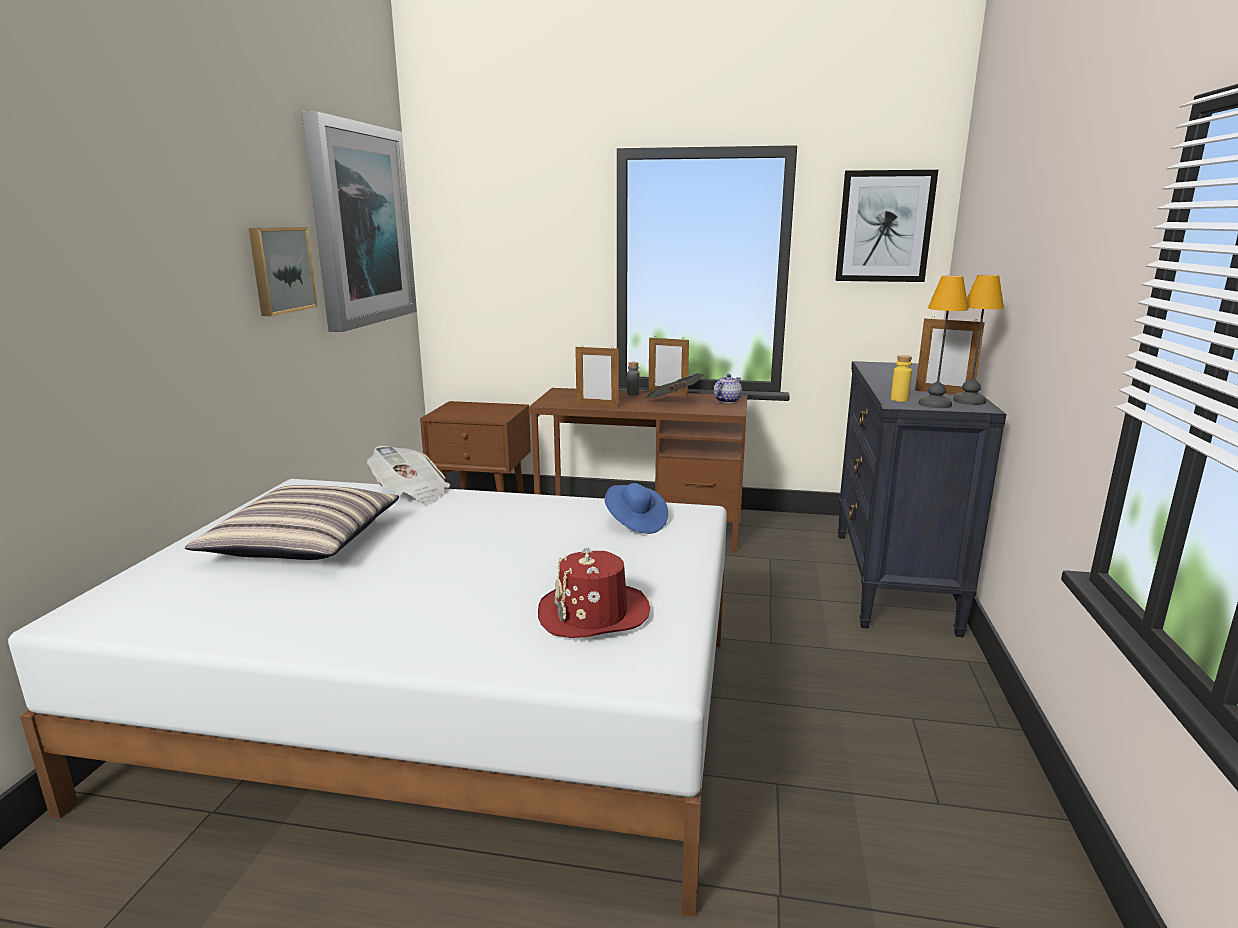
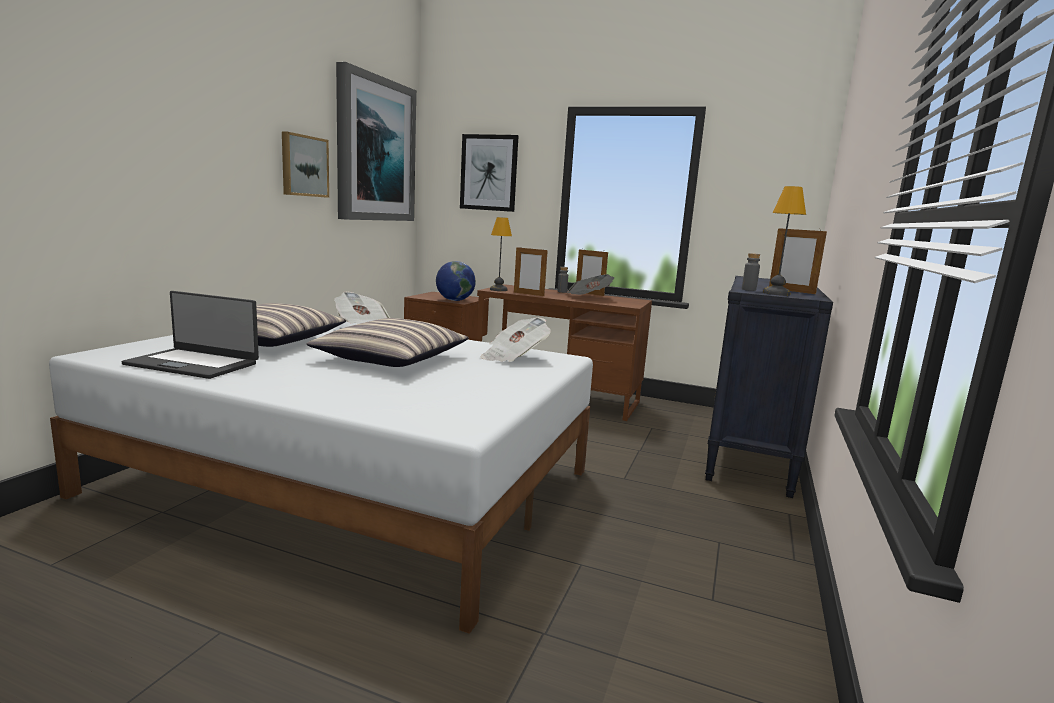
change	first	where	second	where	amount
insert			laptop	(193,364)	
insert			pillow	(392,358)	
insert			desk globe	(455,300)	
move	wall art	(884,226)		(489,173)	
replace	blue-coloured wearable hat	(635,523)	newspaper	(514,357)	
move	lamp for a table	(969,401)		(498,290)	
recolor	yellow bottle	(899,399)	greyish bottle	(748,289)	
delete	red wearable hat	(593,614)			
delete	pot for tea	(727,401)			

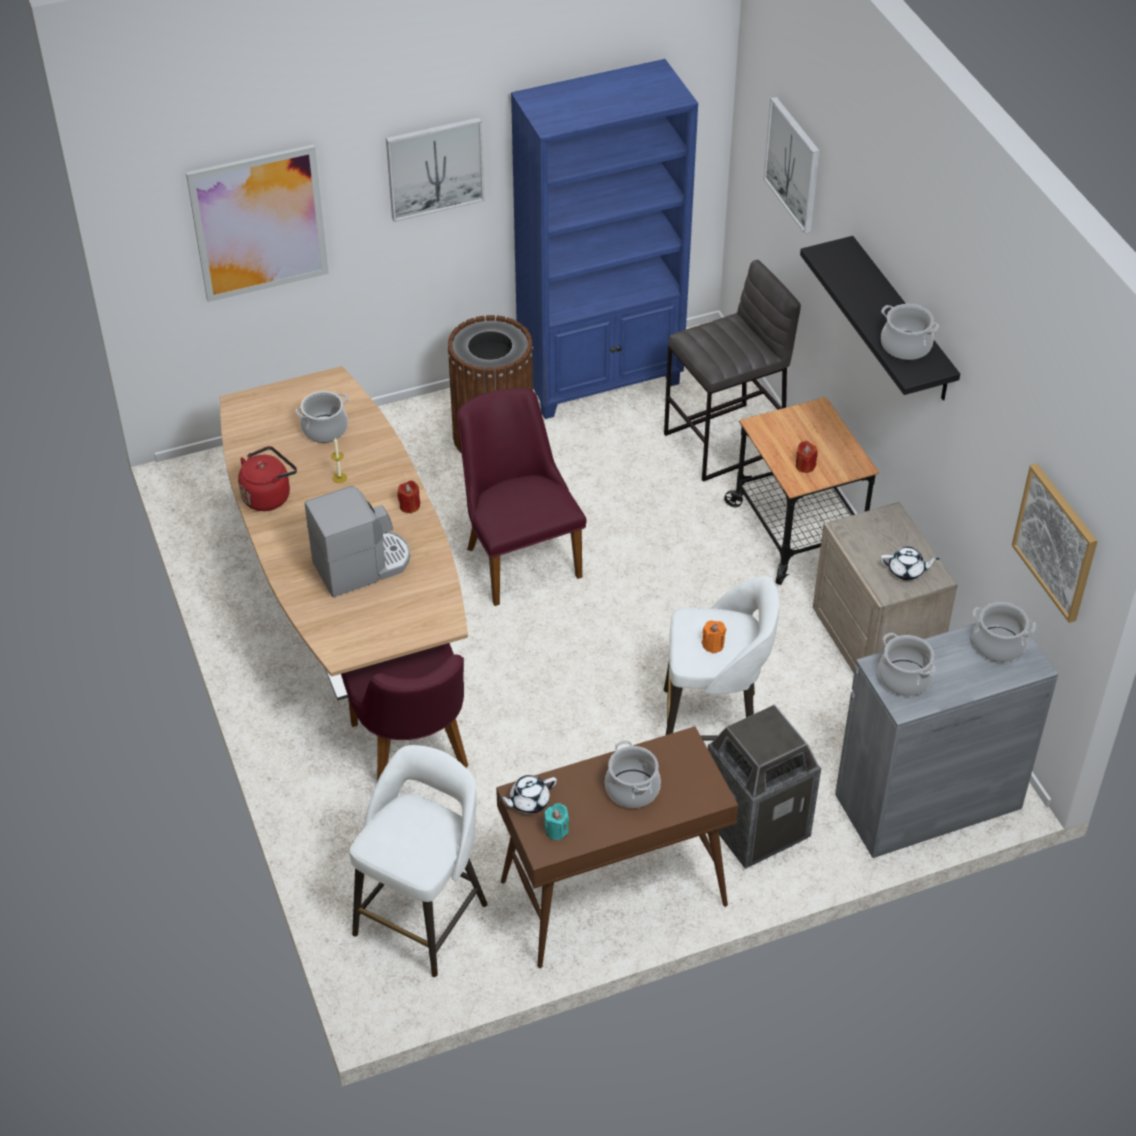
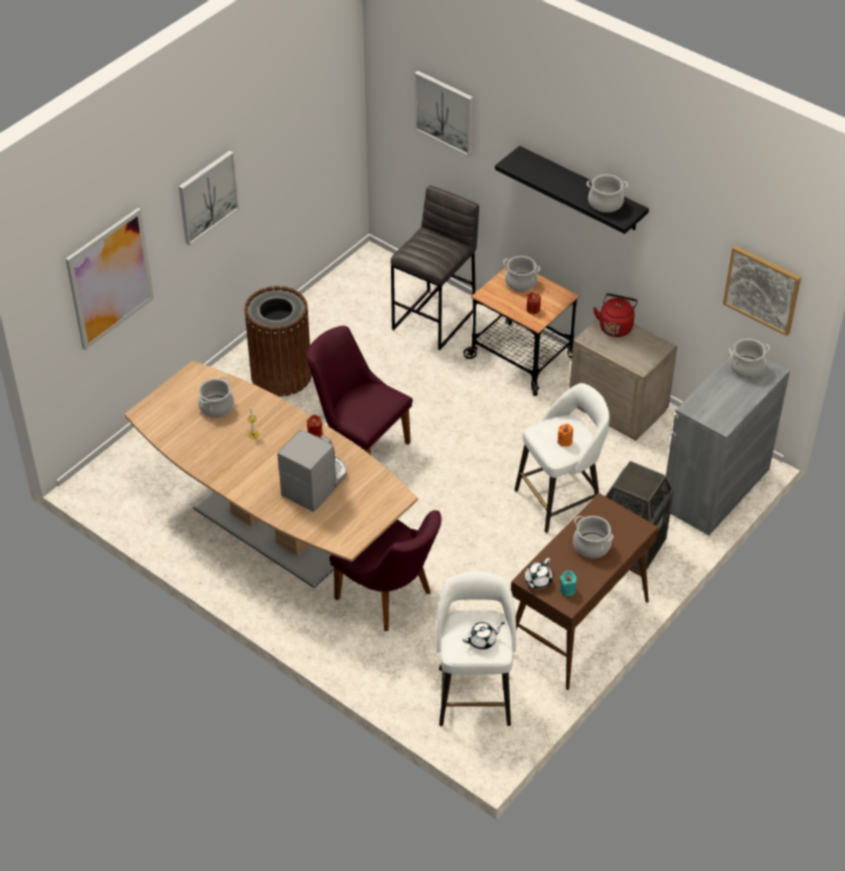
change	first	where	second	where	amount
move	white-coloured pot for tea	(906,571)		(482,640)	
move	cooking pot	(905,678)		(520,282)	
move	red tea kettle	(268,495)		(615,326)	
delete	blue-coloured shelving unit	(601,380)			

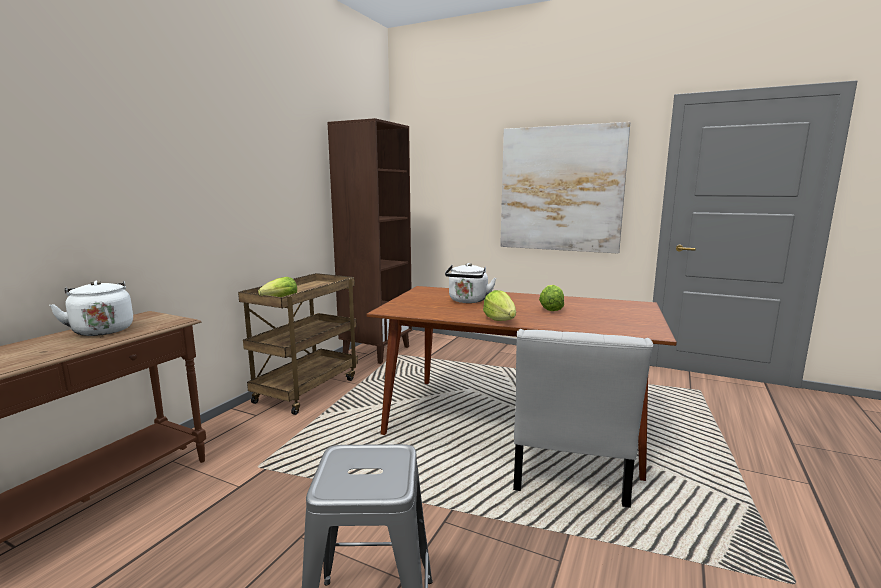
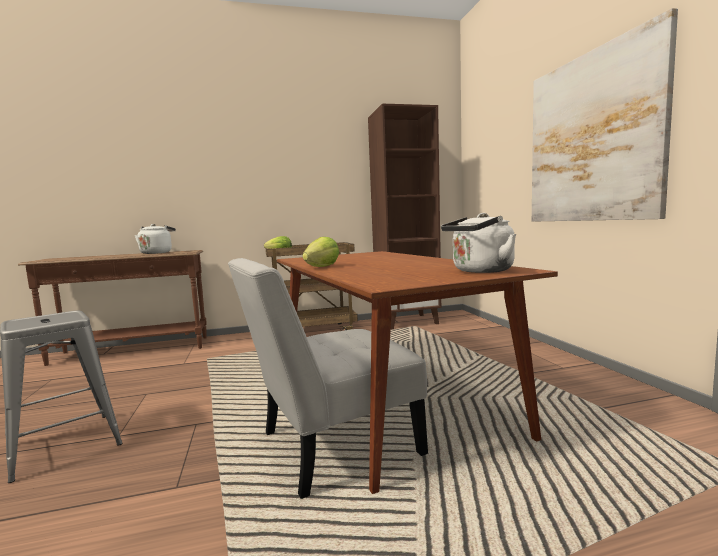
change	first	where	second	where	amount
move	white-coloured tea kettle	(468,301)		(480,271)	
delete	lettuce	(551,309)			

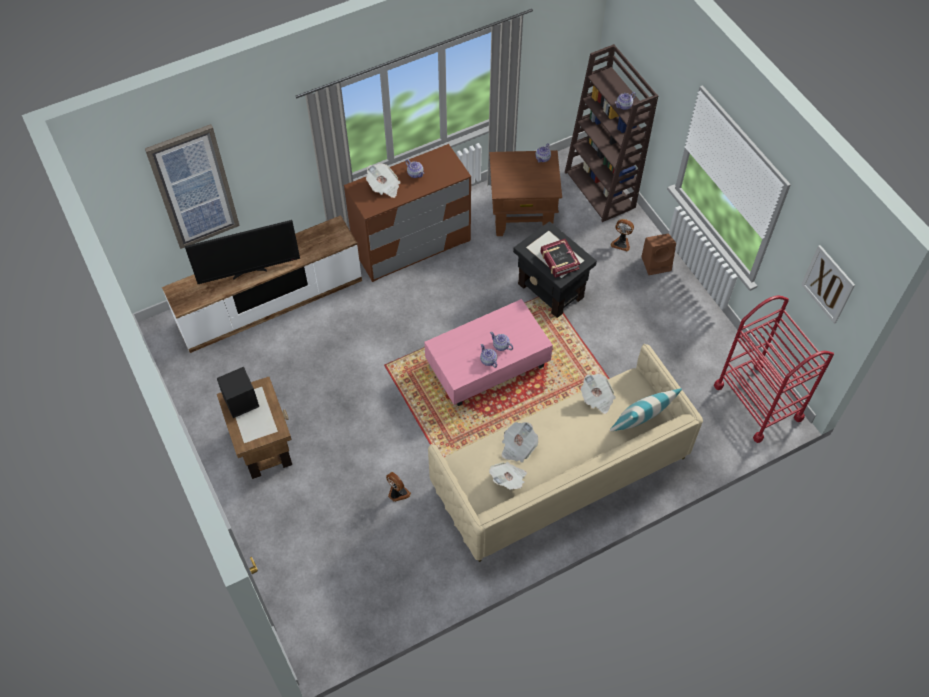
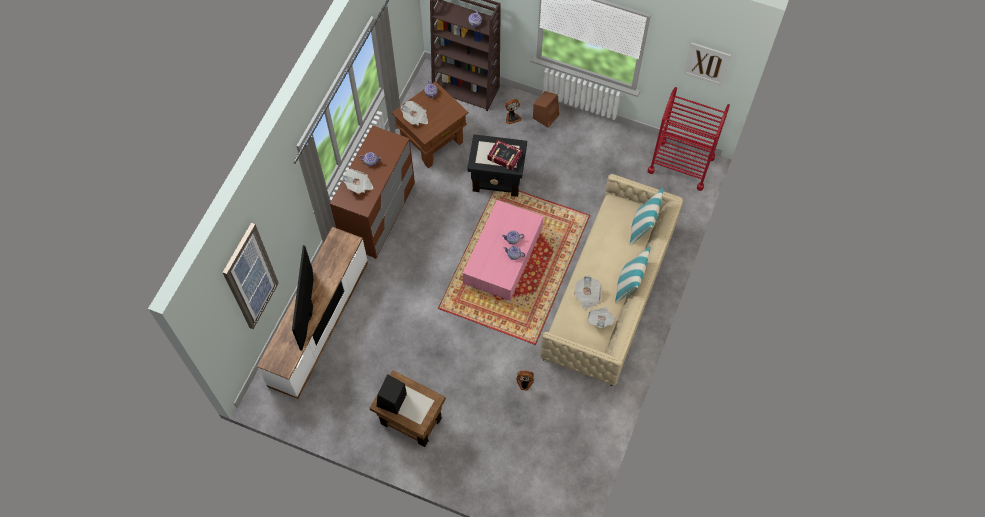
change	first	where	second	where	amount
rotate	TV set	(249,272)		(309,311)	150 degrees clockwise
move	newspaper	(597,398)		(415,118)	
insert			pillow	(629,284)	

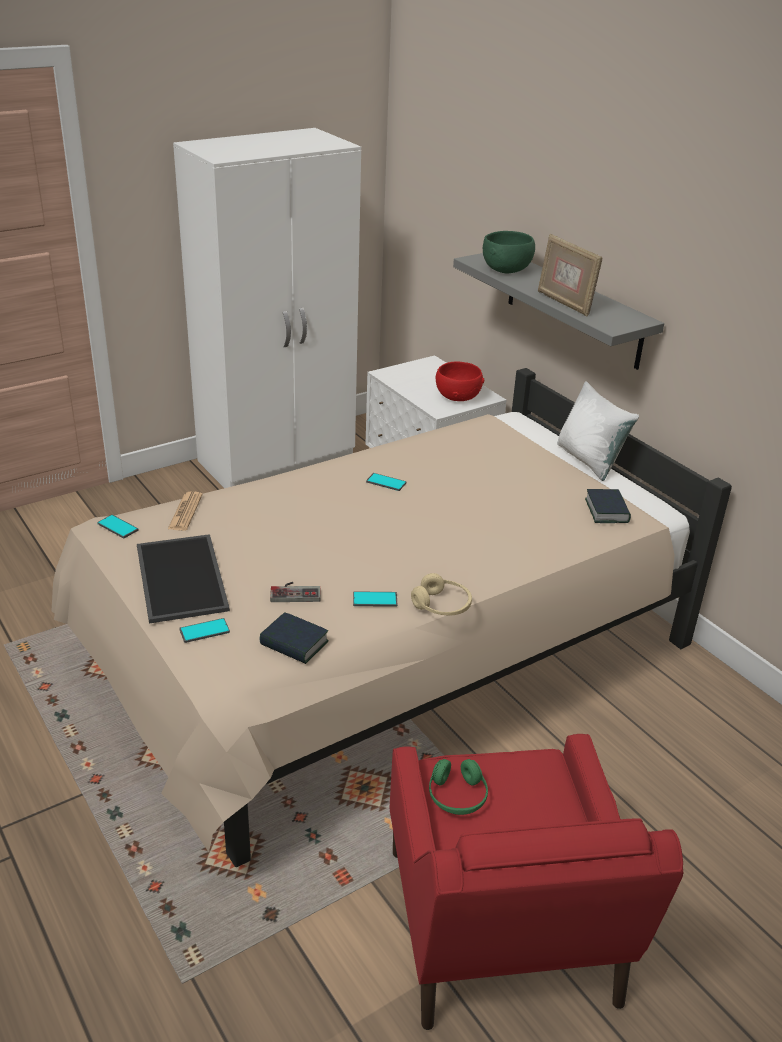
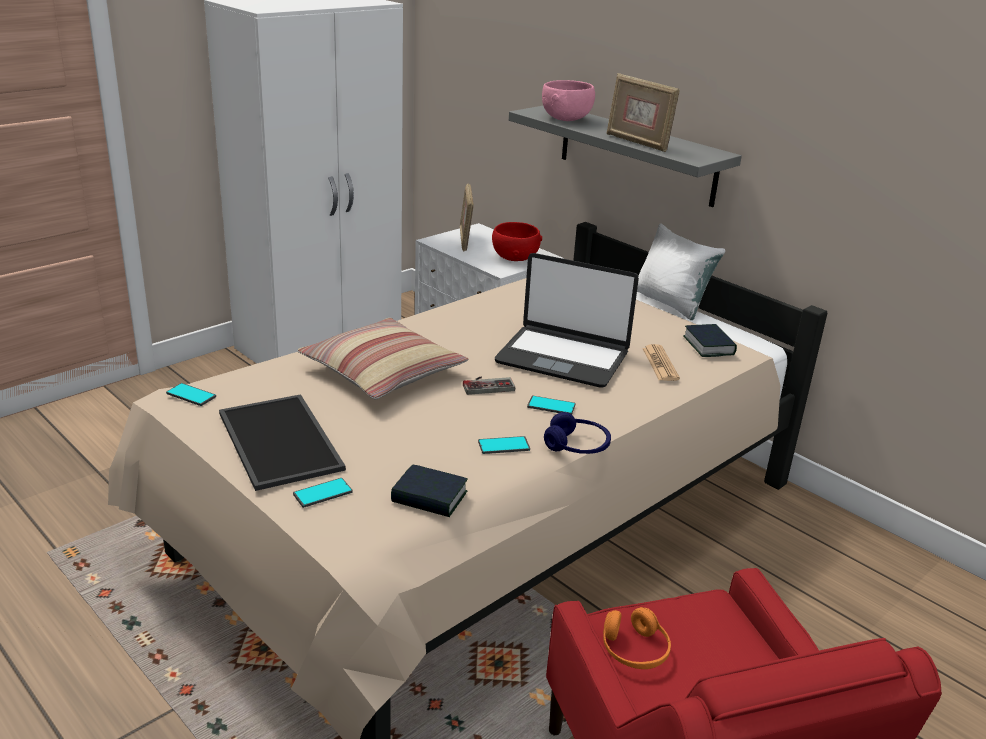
change	first	where	second	where	amount
insert			pillow	(383,372)	
insert			picture frame	(465,240)	
move	game controller	(295,592)		(487,385)	
insert			laptop	(563,357)	
move	telephone	(386,482)		(551,406)	
recolor	greenish bowl	(507,270)	pinkish bowl	(566,119)	
recolor	beige-coloured headset	(442,606)	blue-coloured headset	(577,446)	
recolor	greenish headset	(457,796)	orangey headset	(634,650)	
move	newspaper	(185,512)		(660,364)	

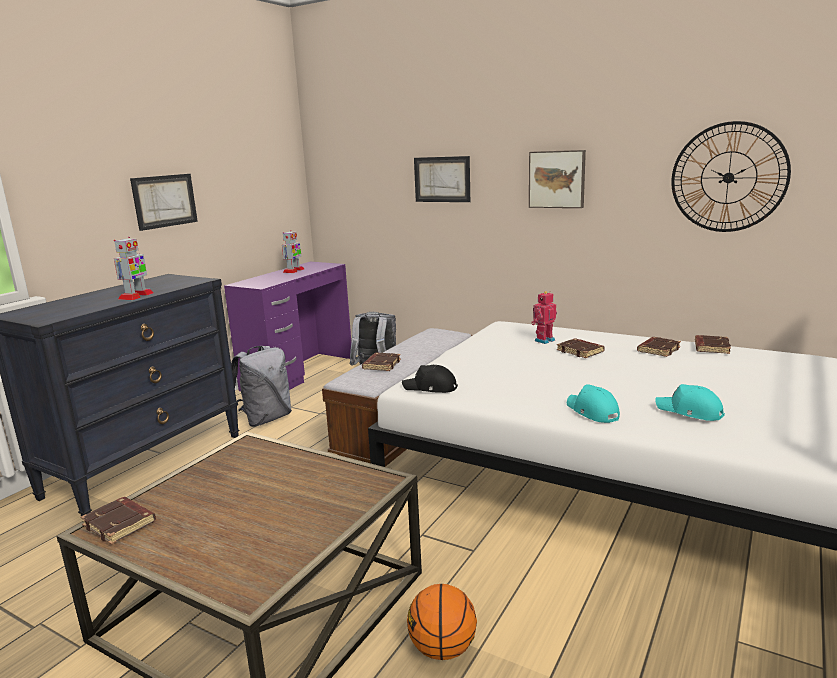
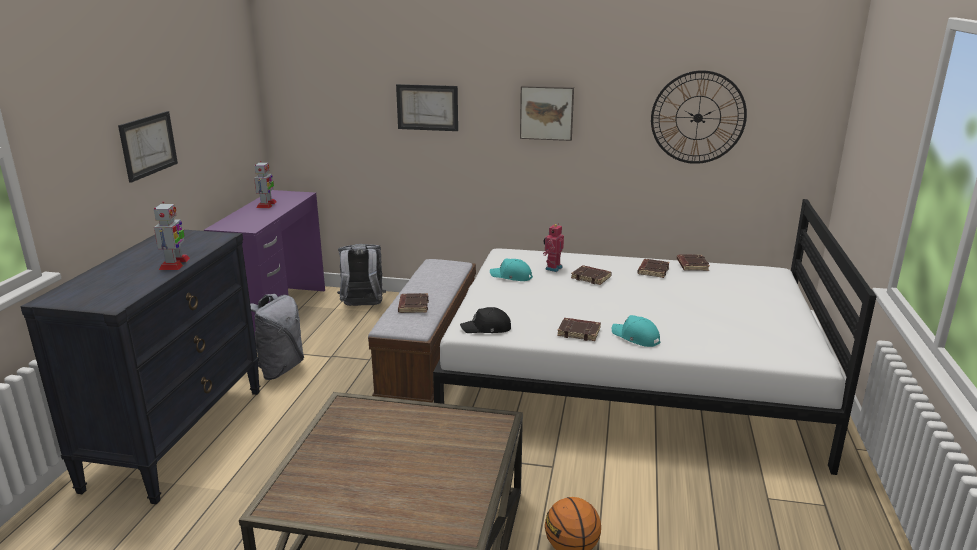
change	first	where	second	where	amount
move	turquoise-coloured cap	(689,411)		(511,276)	
move	brownish bound book	(121,524)		(579,332)	

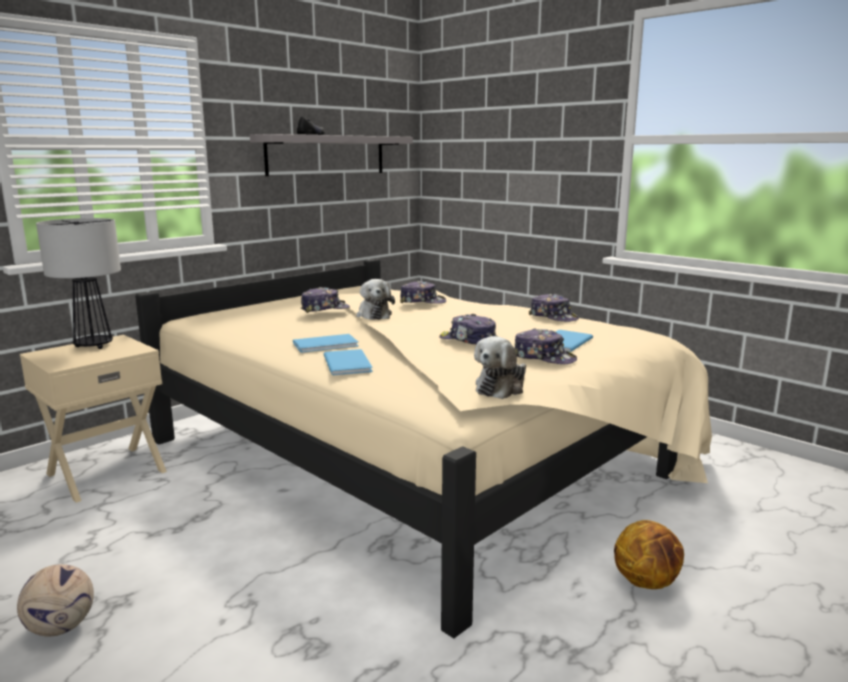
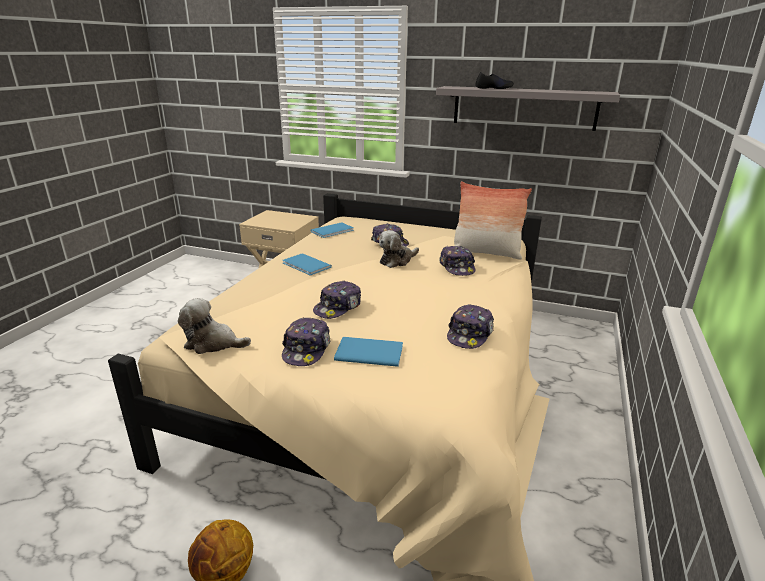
change	first	where	second	where	amount
move	blue-coloured bound book	(349,363)		(334,231)	
rotate	cap	(468,340)		(338,307)	150 degrees counterclockwise
insert			pillow	(486,253)	
delete	football ball	(60,628)			
delete	lamp for a table	(93,345)			

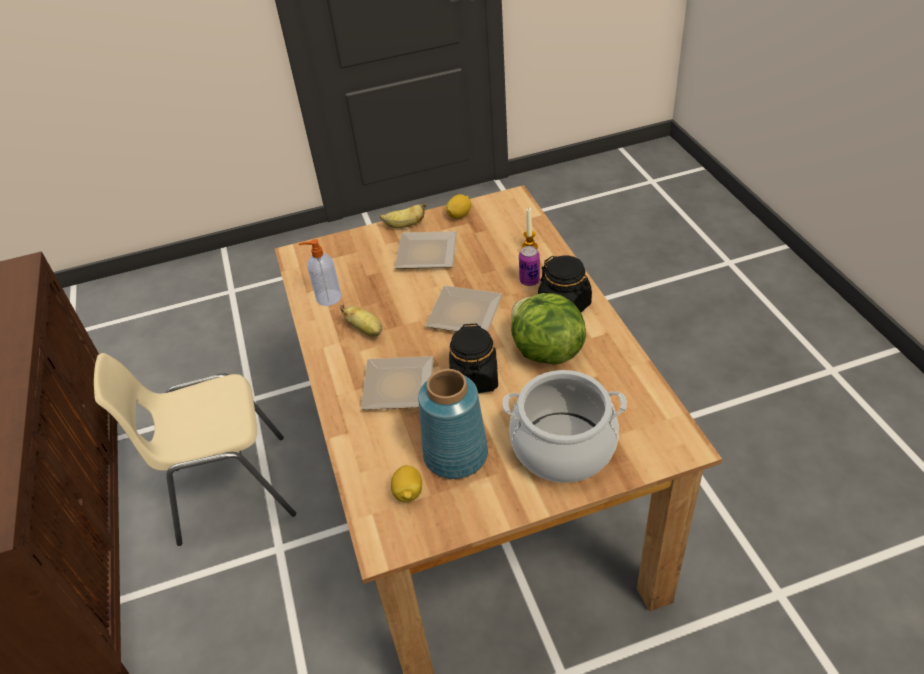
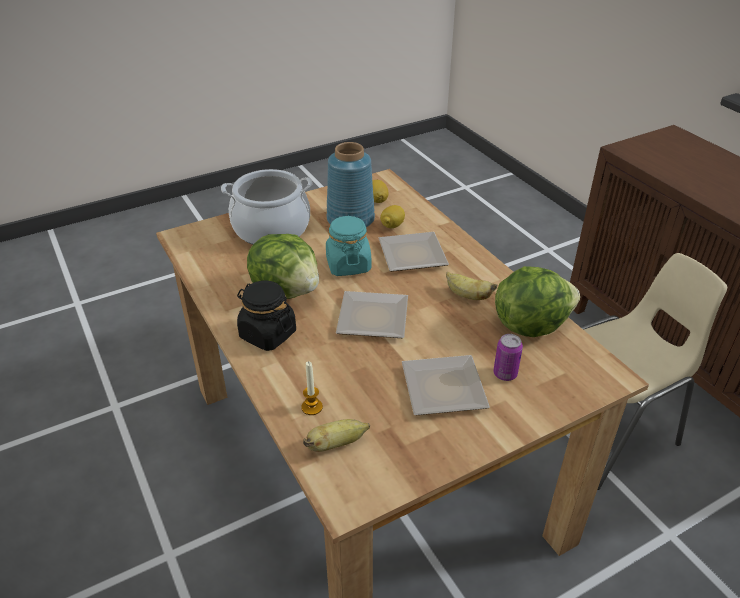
change	first	where	second	where	amount
move	banana fruit	(405,225)		(336,444)	
recolor	black jar	(474,378)	turquoise-coloured jar	(348,265)	
move	citrus fruit	(459,215)		(392,226)	
move	sealed can	(529,281)		(505,374)	
replace	soap dispenser	(327,298)	lettuce	(529,324)	

